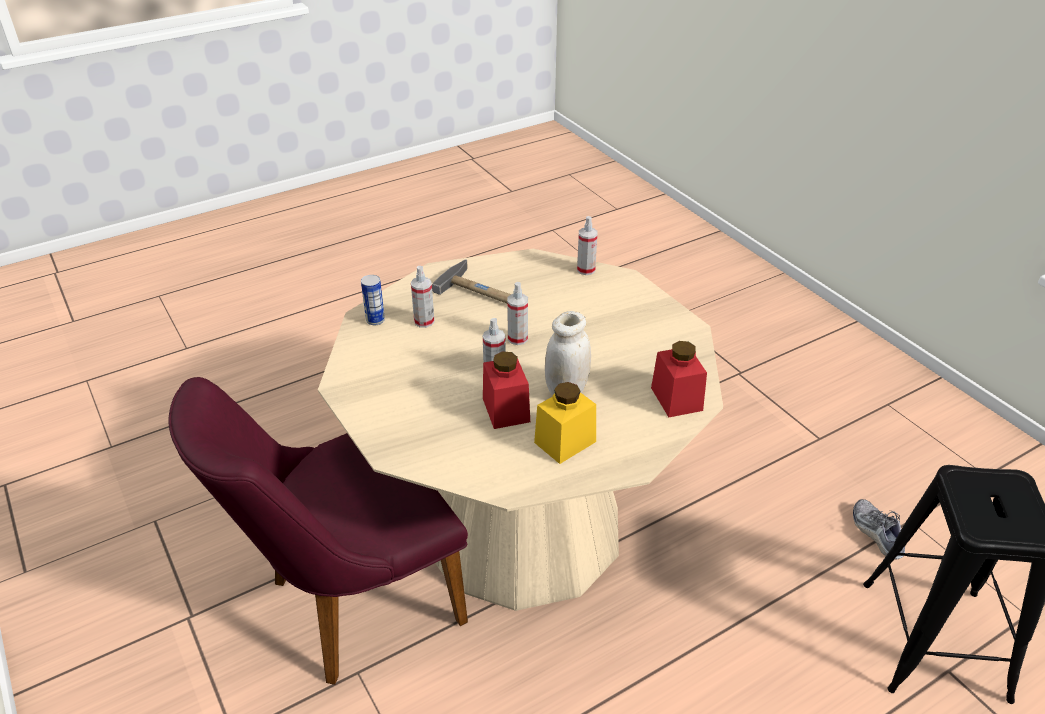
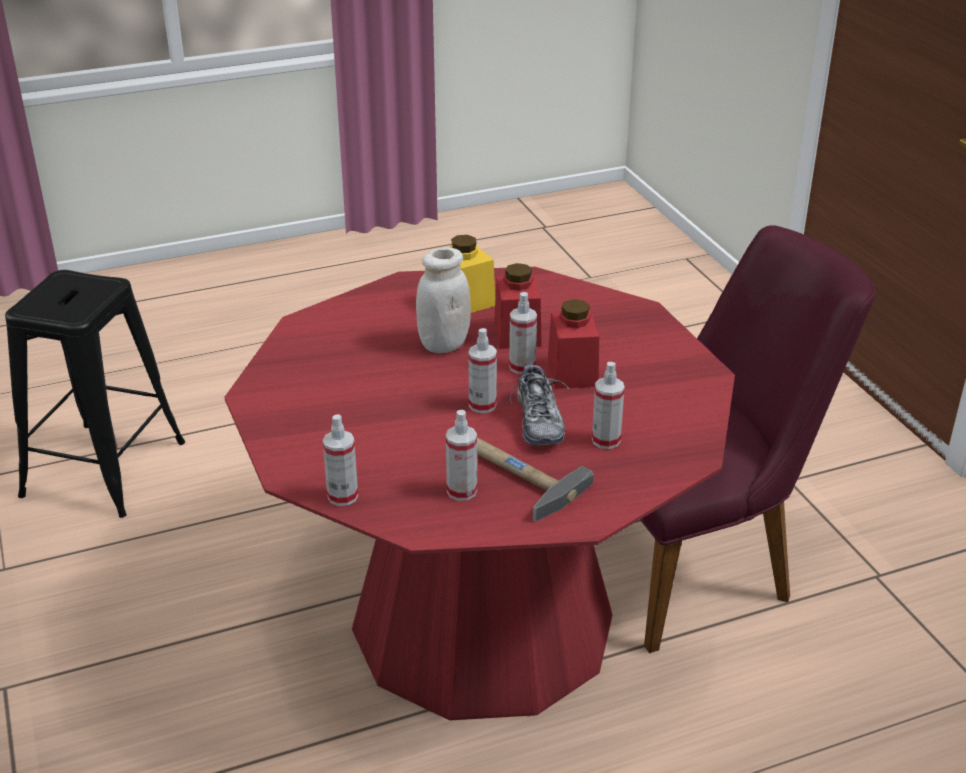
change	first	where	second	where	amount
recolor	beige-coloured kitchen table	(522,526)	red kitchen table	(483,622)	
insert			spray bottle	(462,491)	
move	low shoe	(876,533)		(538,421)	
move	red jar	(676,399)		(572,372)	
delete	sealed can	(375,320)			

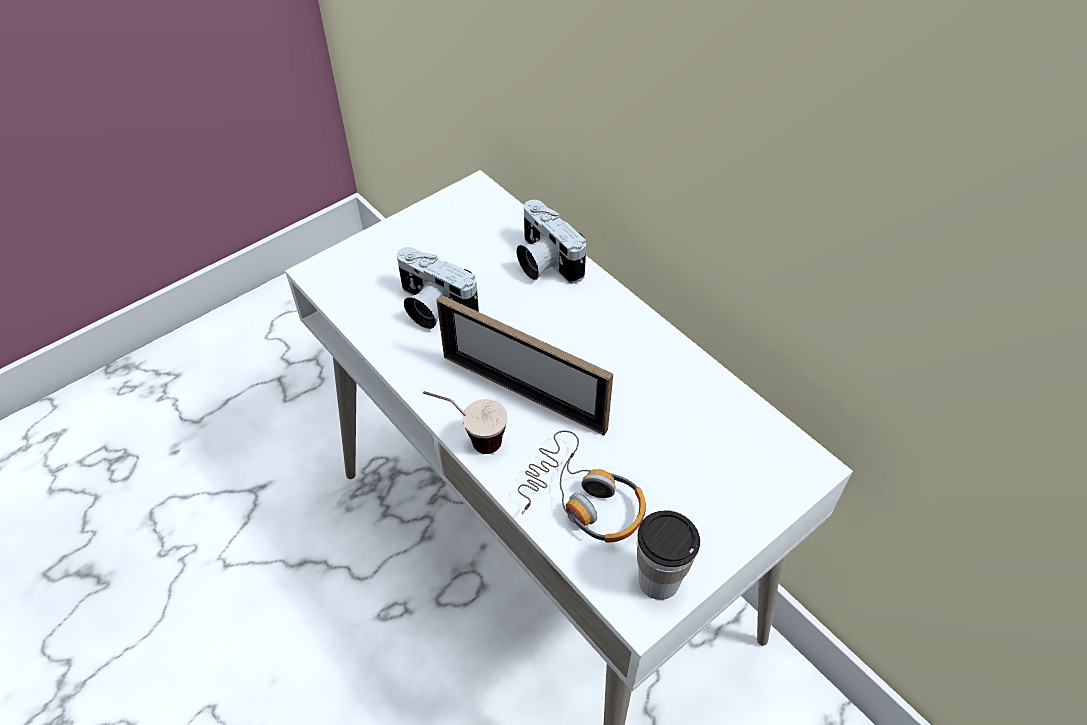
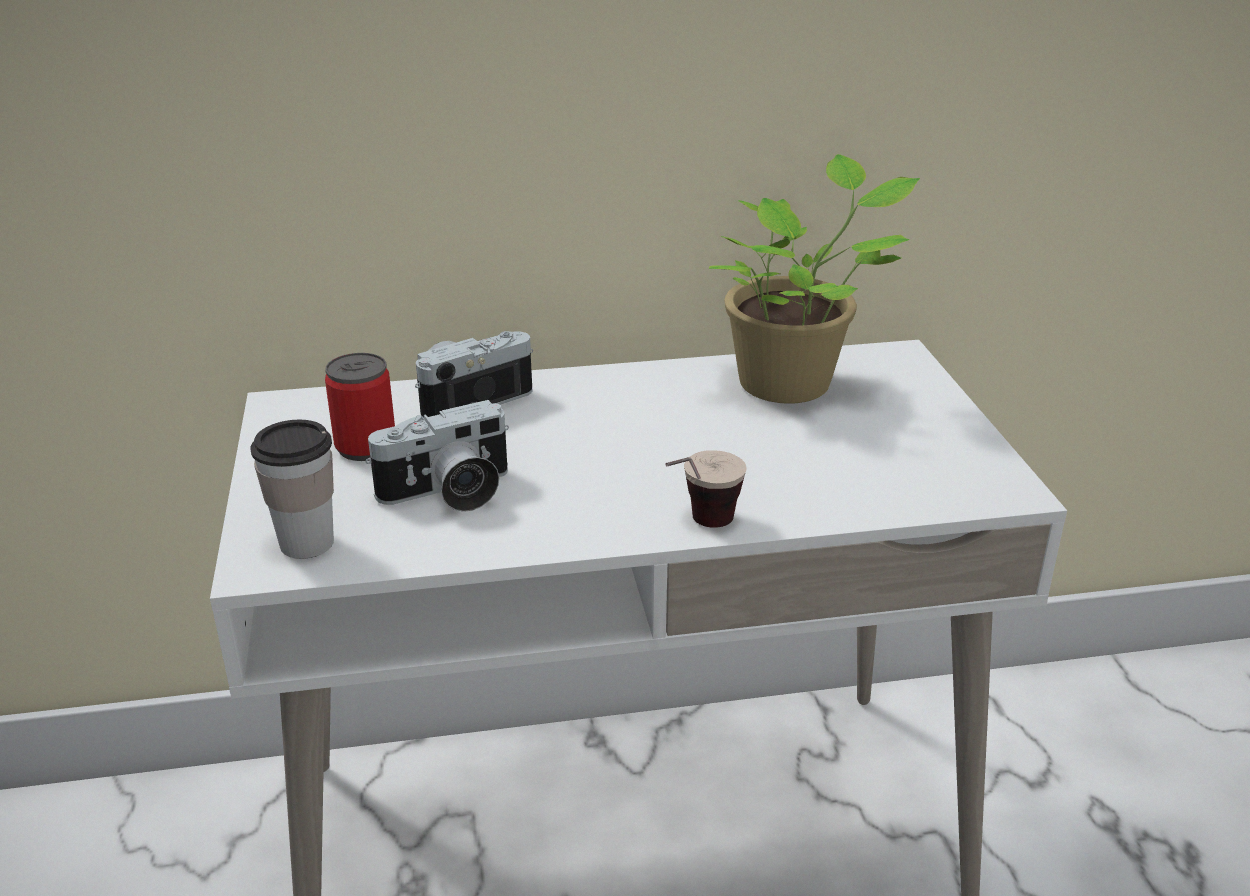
change	first	where	second	where	amount
move	drinking cup	(659,580)		(307,543)	
insert			sealed can	(366,447)	
rotate	still camera	(544,262)		(470,399)	150 degrees clockwise
insert			potted plant	(792,383)	
delete	picture frame	(523,392)			
delete	headset	(583,499)			

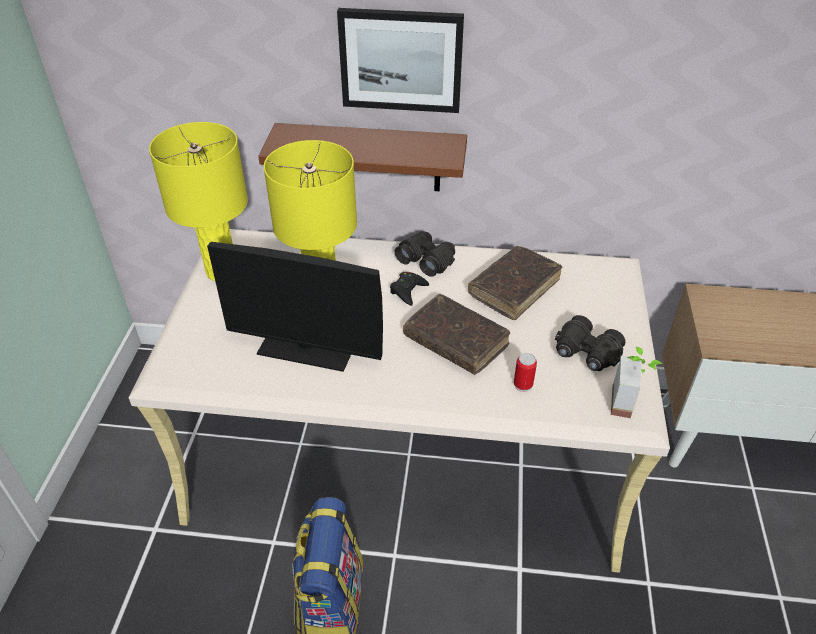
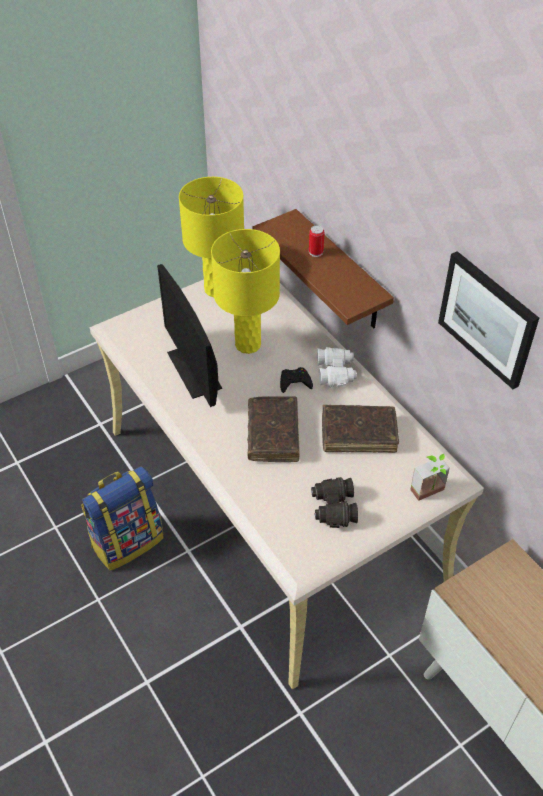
change	first	where	second	where	amount
move	sealed can	(523,385)		(316,252)	
recolor	black field glasses	(426,260)	white-coloured field glasses	(336,372)	
move	potted plant	(629,403)		(430,494)	
move	wall art	(401,60)		(488,319)	

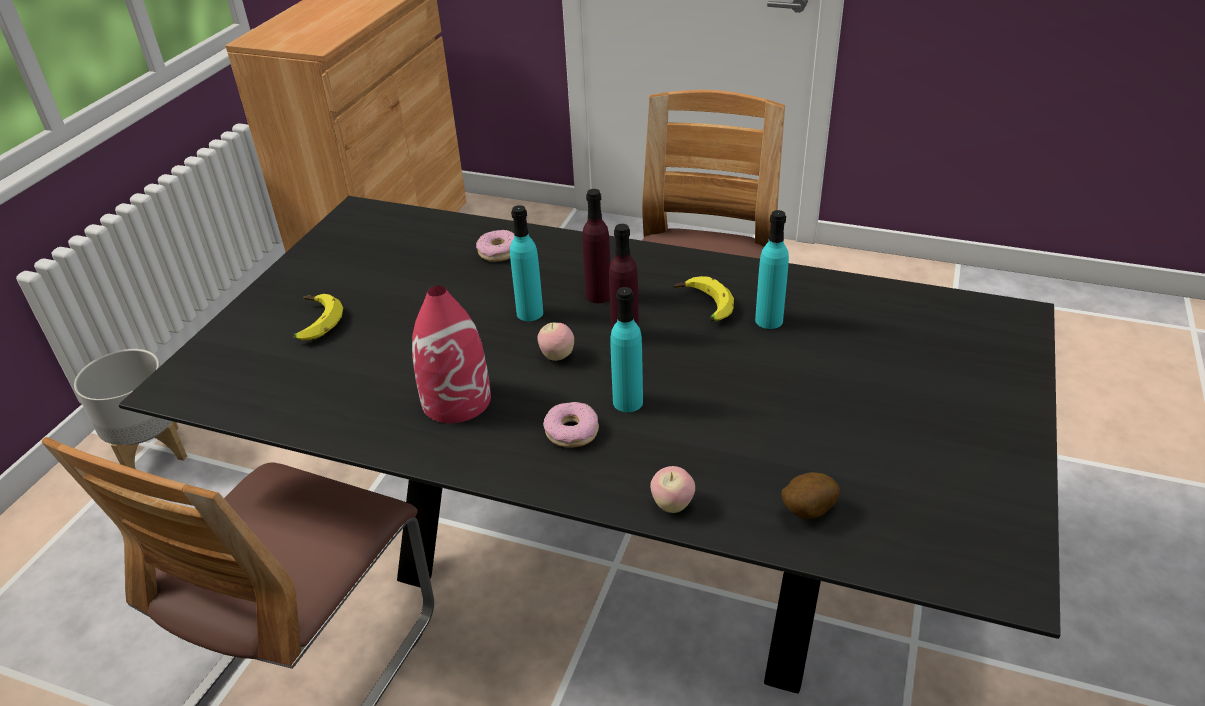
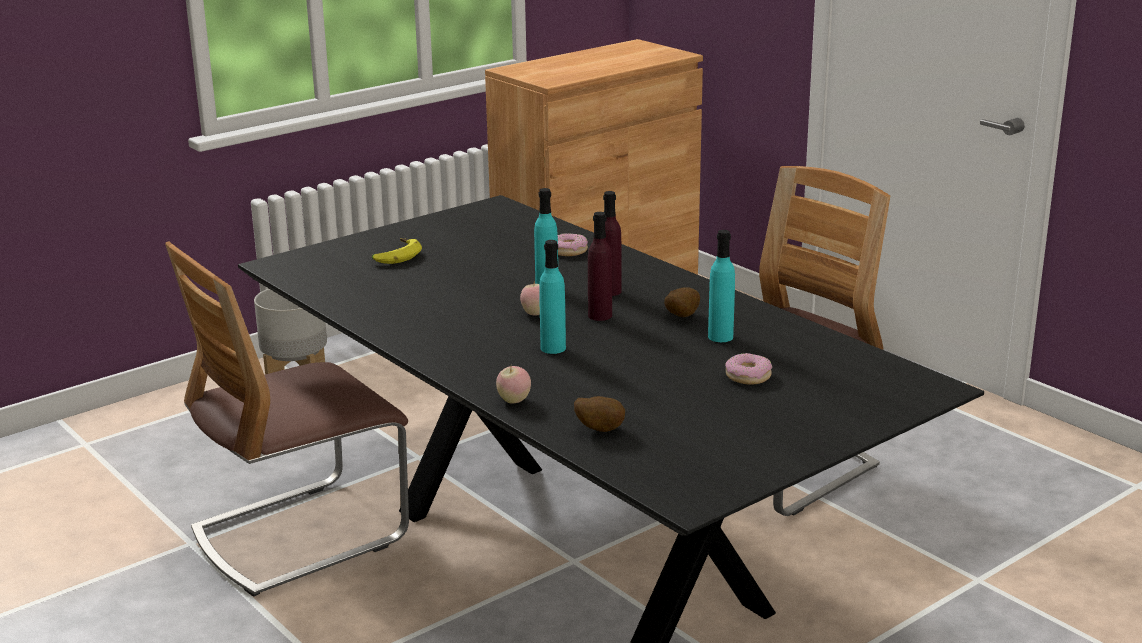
change	first	where	second	where	amount
replace	banana fruit	(703,306)	whole potato	(680,317)	
move	doughnut	(572,431)		(748,376)	
delete	red flower vase	(457,400)			

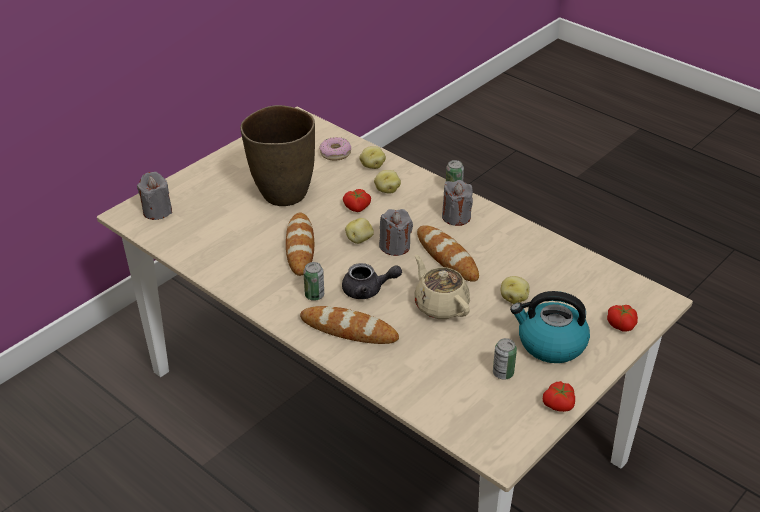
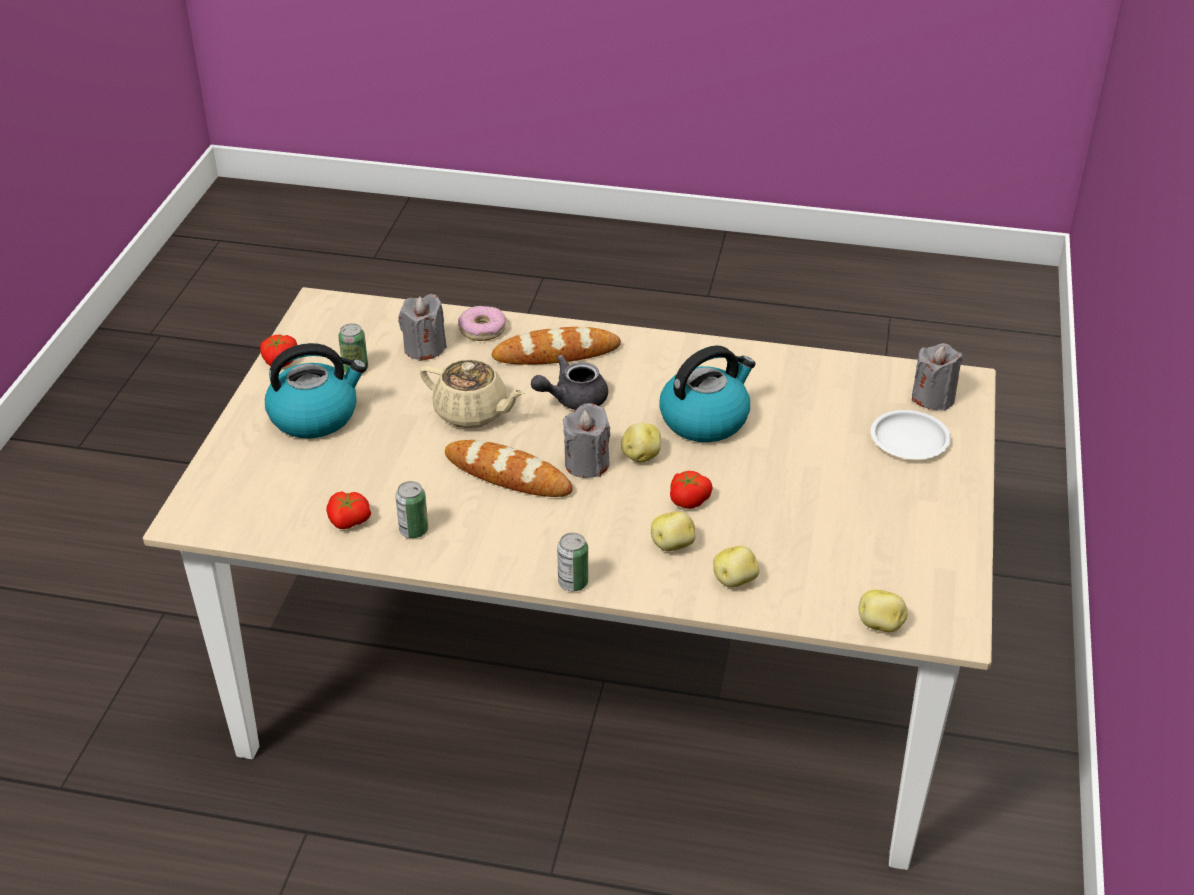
change	first	where	second	where	amount
move	tomato	(621,324)		(348,521)	
move	sealed can	(314,295)		(413,530)	
move	greyish candle	(456,217)		(424,348)	
move	doughnut	(335,153)		(482,329)	
replace	bakery bread	(300,247)	tea kettle	(705,419)	
move	whole potato	(514,298)		(880,625)	
insert			white-coloured dinner plate	(910,440)	
delete	brownish flower vase	(282,194)			

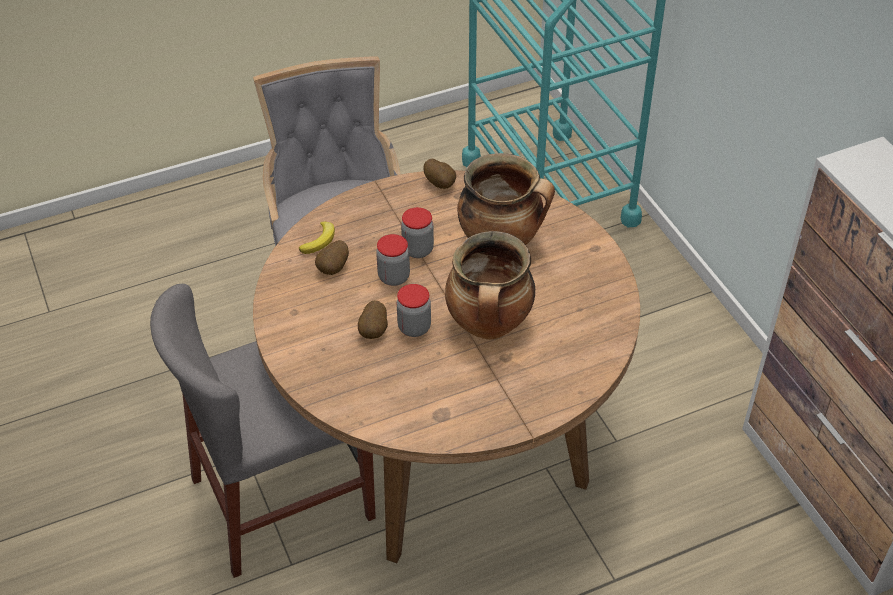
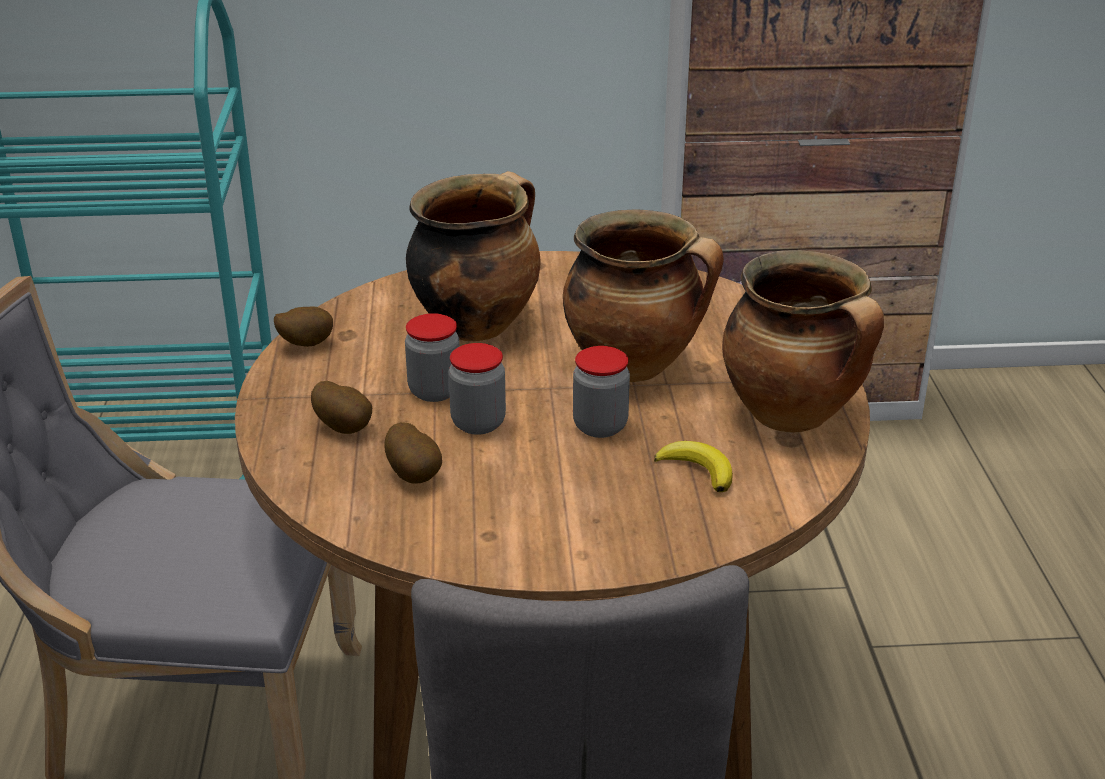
change	first	where	second	where	amount
move	whole potato	(374,331)		(345,427)	
move	banana fruit	(319,240)		(698,470)	
insert			cooking pot	(794,416)	

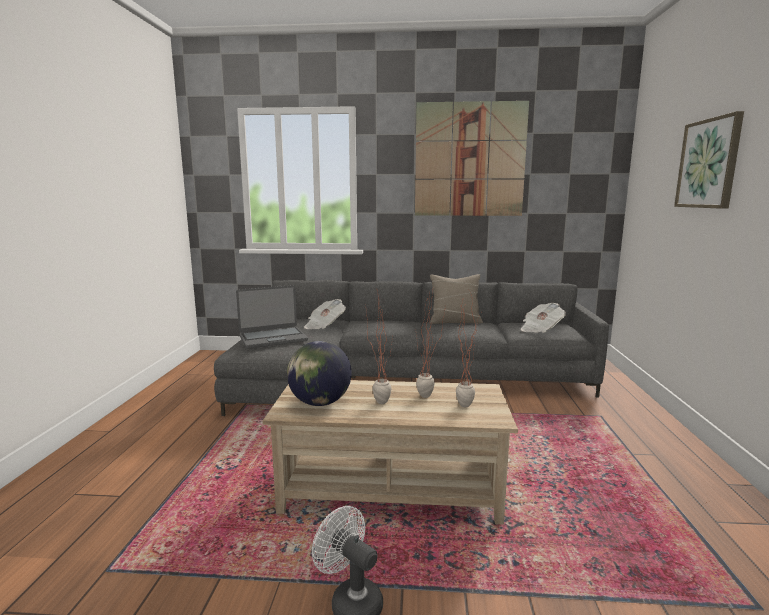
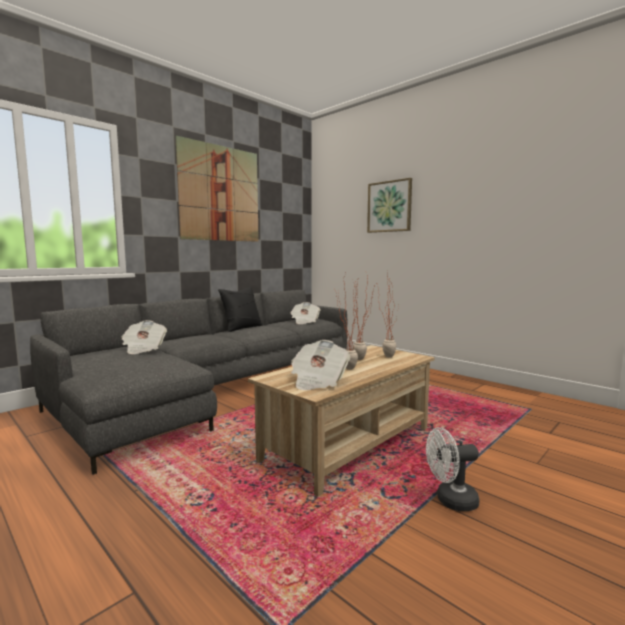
change	first	where	second	where	amount
recolor	beige-coloured pillow	(455,321)	black pillow	(242,328)	
replace	desk globe	(320,403)	newspaper	(318,381)	
delete	laptop	(273,338)			

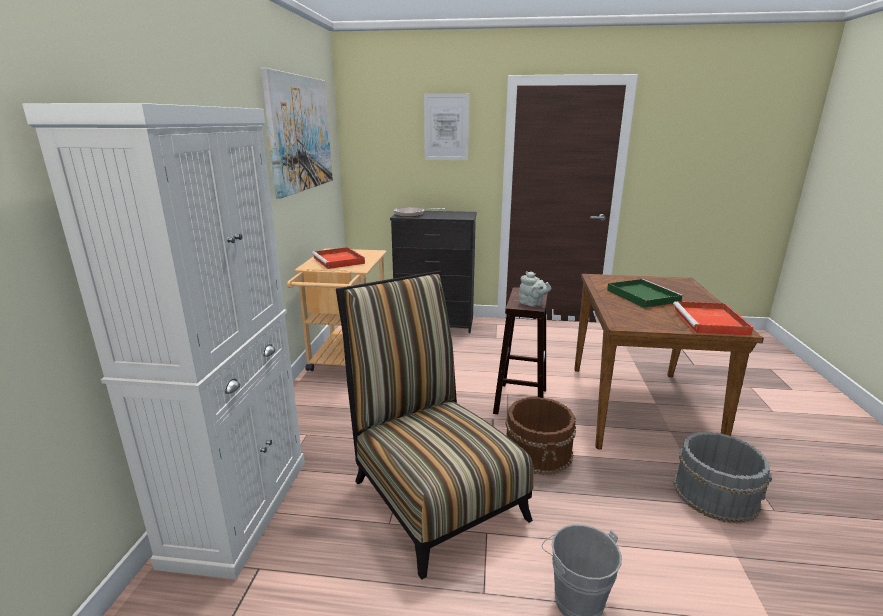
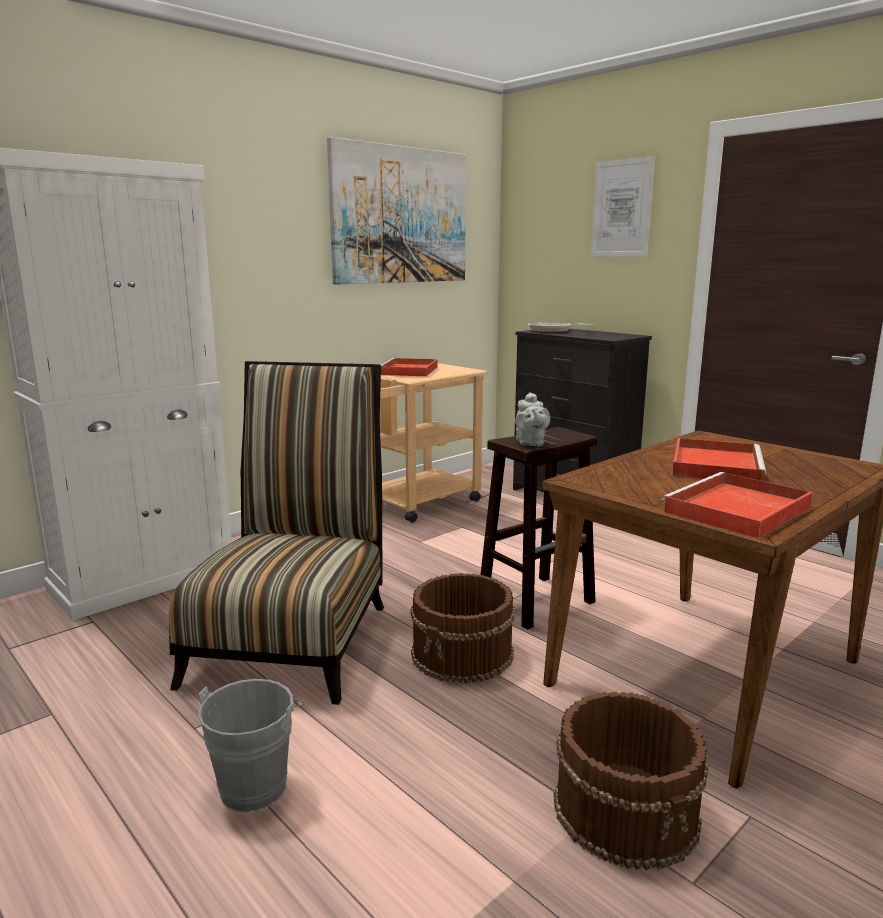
change	first	where	second	where	amount
recolor	greyish pail	(715,493)	brownish pail	(627,810)	
recolor	greenish tray	(641,296)	red tray	(715,465)	

